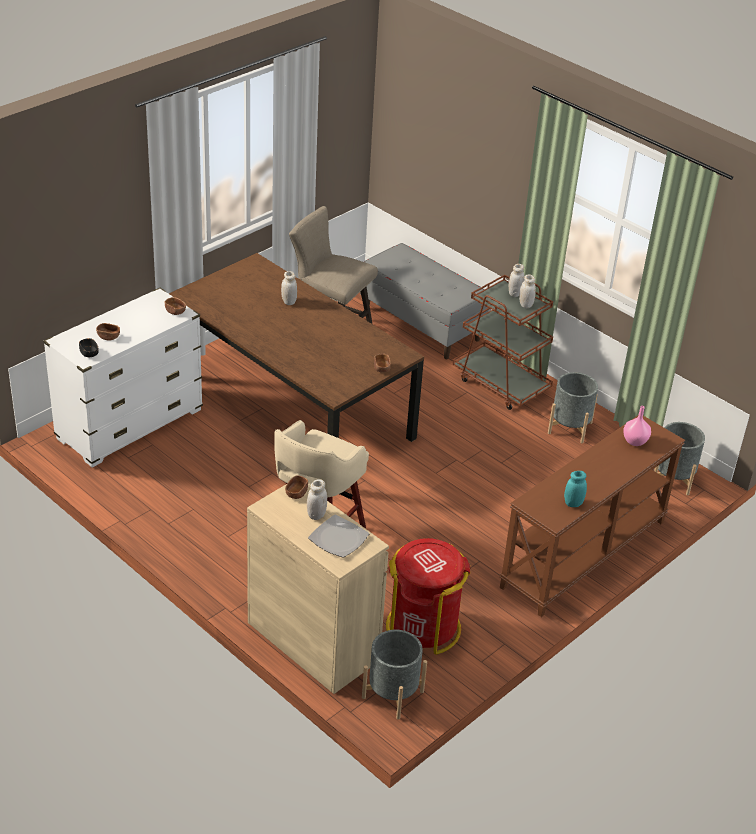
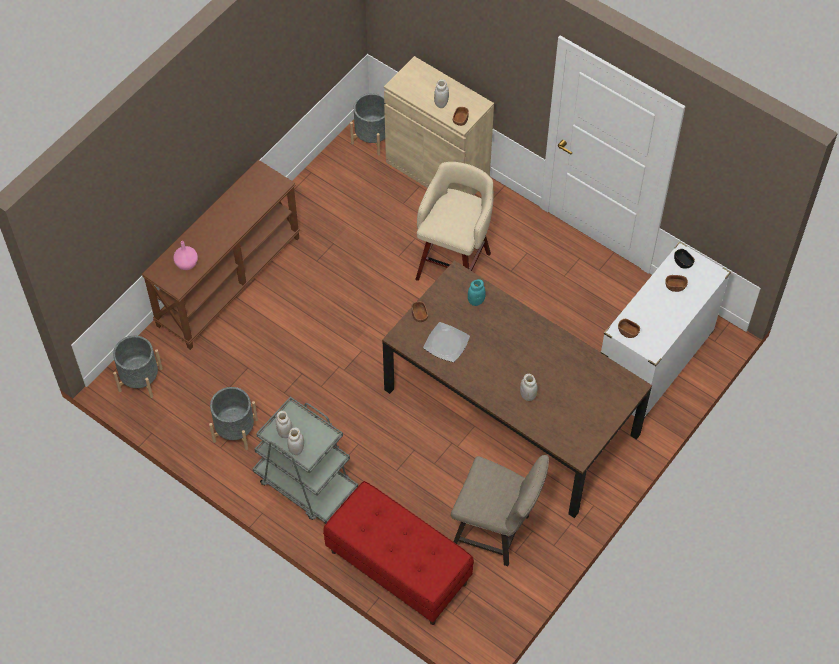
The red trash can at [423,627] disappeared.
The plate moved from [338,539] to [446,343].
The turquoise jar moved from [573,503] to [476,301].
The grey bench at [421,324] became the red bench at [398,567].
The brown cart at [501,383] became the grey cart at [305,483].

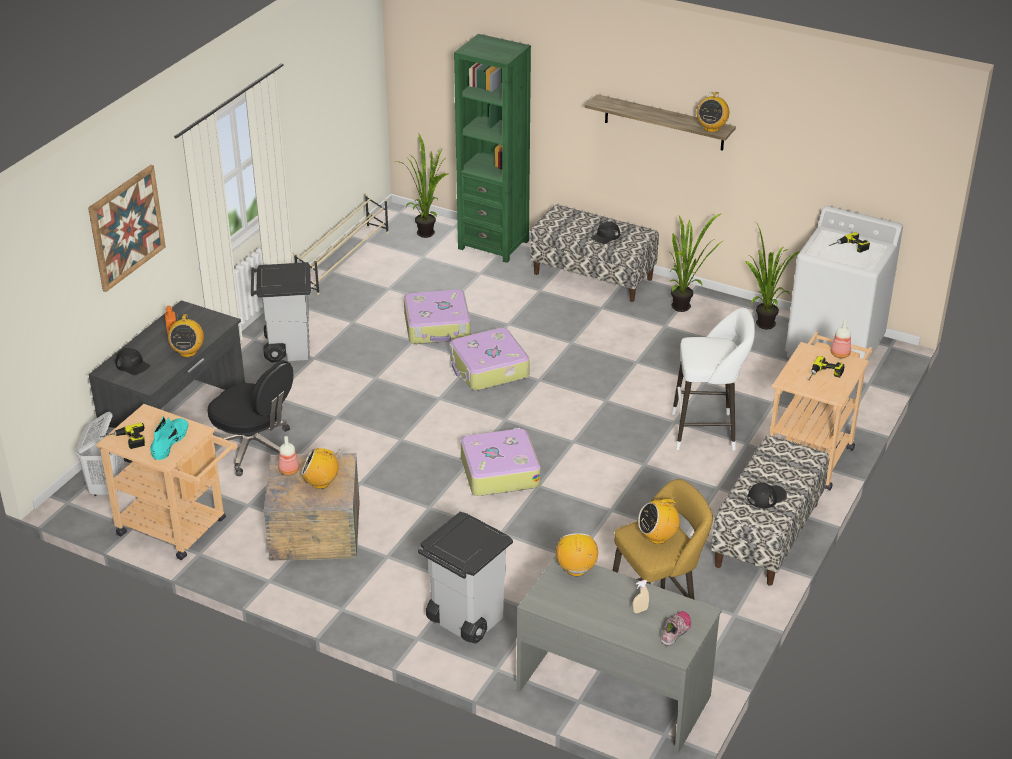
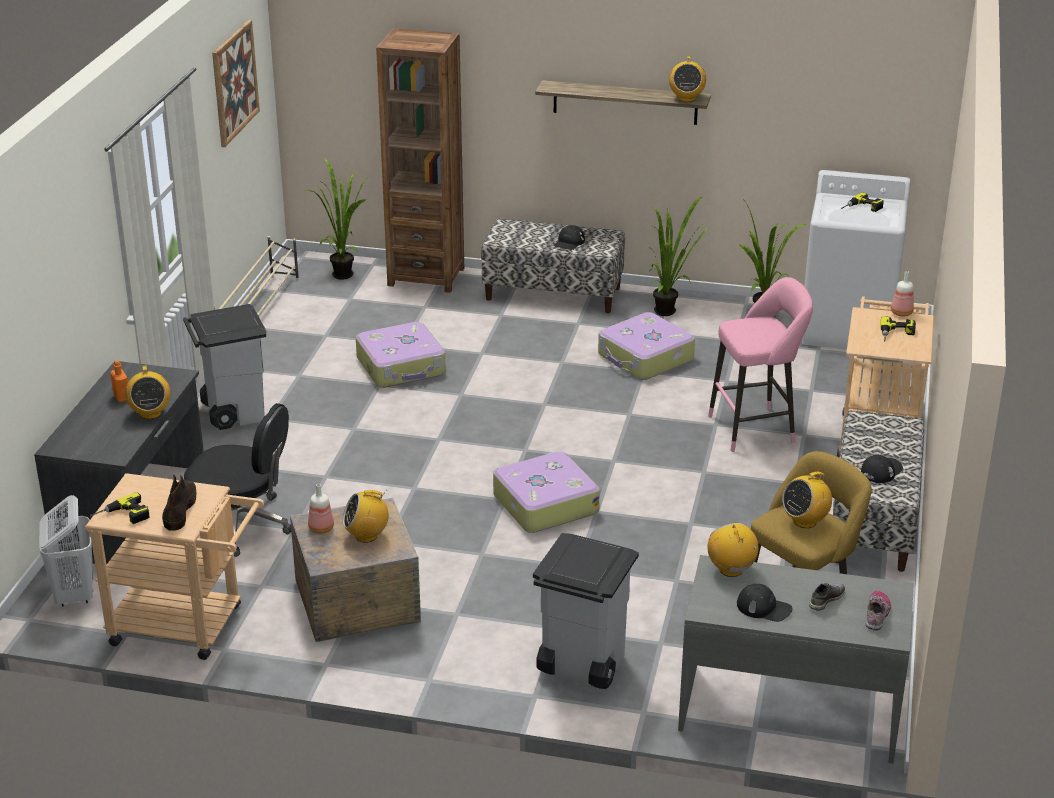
The picture moved from [126,227] to [235,82].
The black cap moved from [133,365] to [764,608].
The suitcase moved from [488,369] to [645,358].
The beige spray bottle at [640,610] was replaced by the grey shoe at [825,599].
The turquoise boot at [170,441] became the brown boot at [180,509].
The green bookcase at [493,244] became the brown bookcase at [426,277].
The white stool at [708,431] became the pink stool at [756,428].

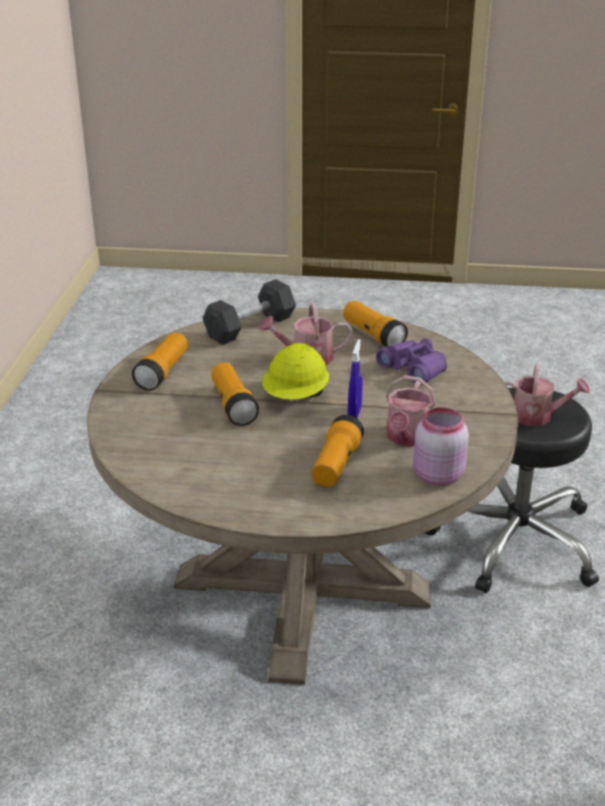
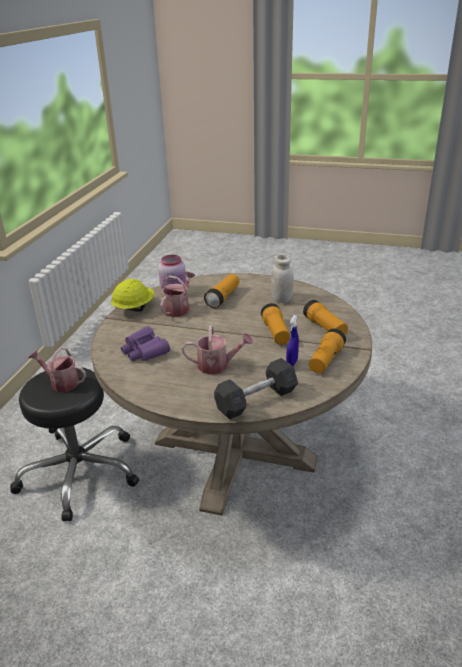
The white jar at [281,299] appeared.
The yellow hard hat moved from [296,397] to [134,308].
The flashlight moved from [373,336] to [325,328].
The blue spray bottle moved from [354,413] to [292,364].

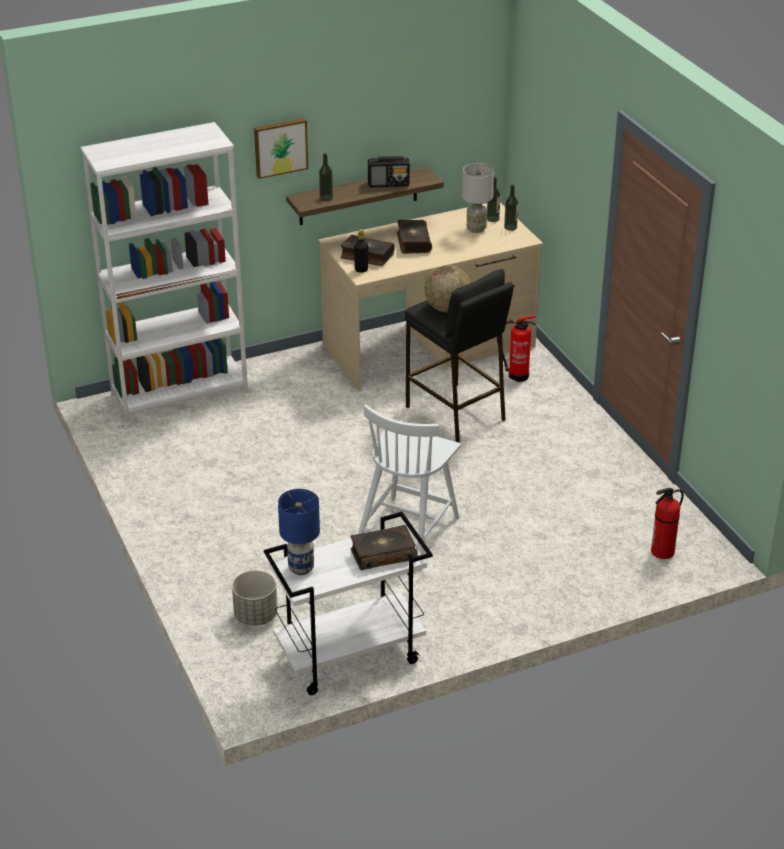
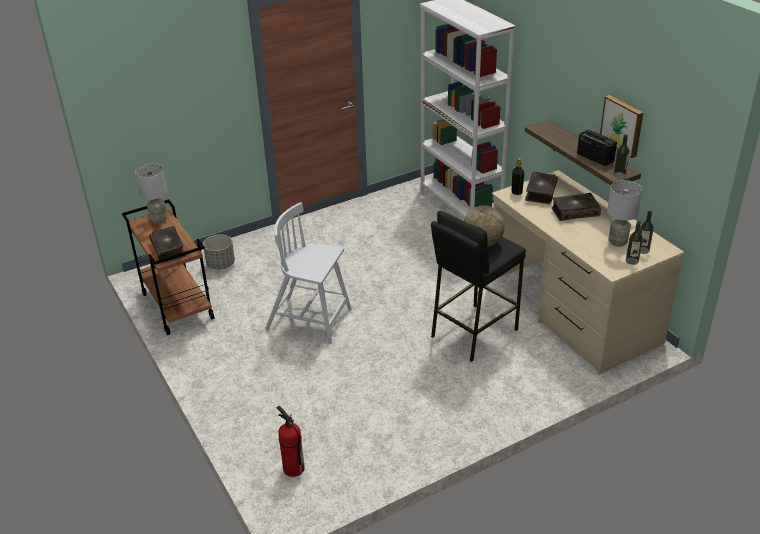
The fire extinguisher at [516,375] disappeared.
The picture moved from [280,147] to [622,125].
The bottle moved from [326,198] to [619,175].
The white cart at [349,657] became the brown cart at [176,306].
The blue table lamp at [301,568] became the grey table lamp at [159,220].
The radio at [389,184] turned 150 degrees clockwise.

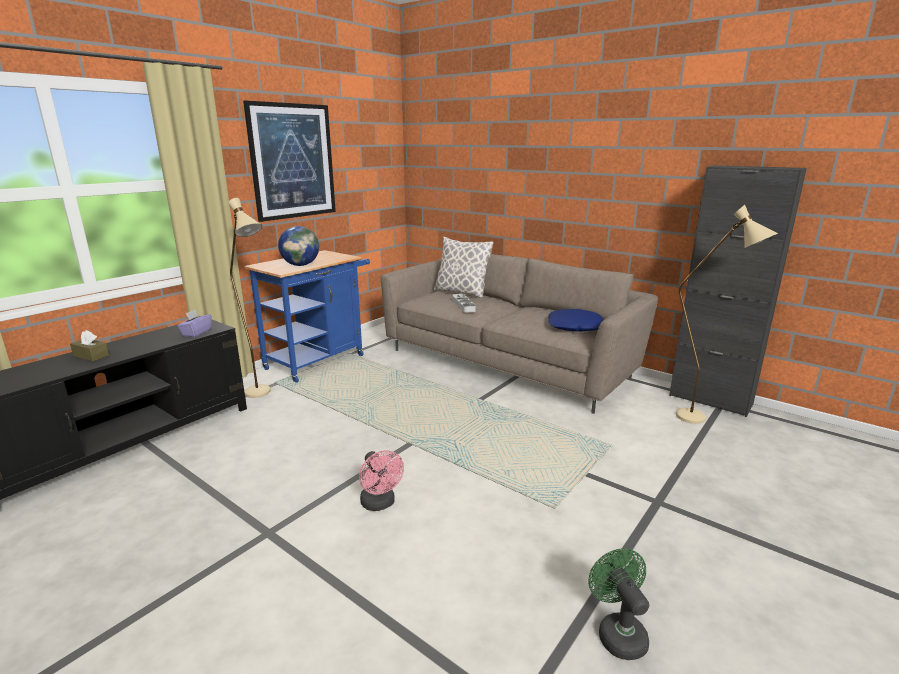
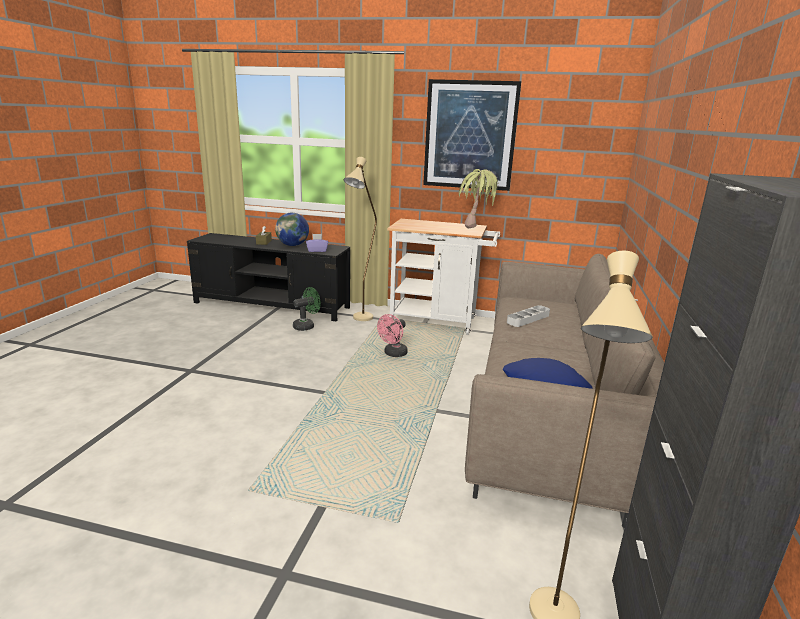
The pillow at [461,292] disappeared.
The potted plant at [475,230] appeared.
The globe moved from [300,265] to [293,245].
The pink fan moved from [380,504] to [393,354].
The green fan moved from [618,632] to [306,326].
The blue cart at [319,360] became the white cart at [439,321].

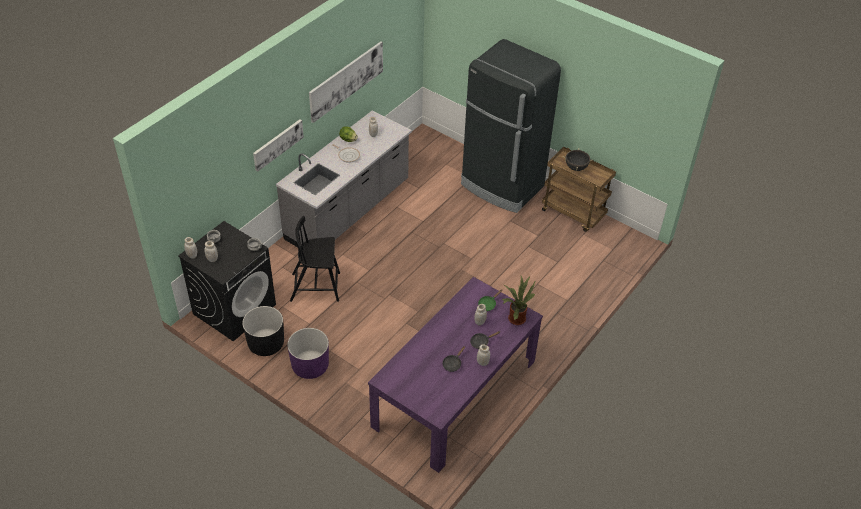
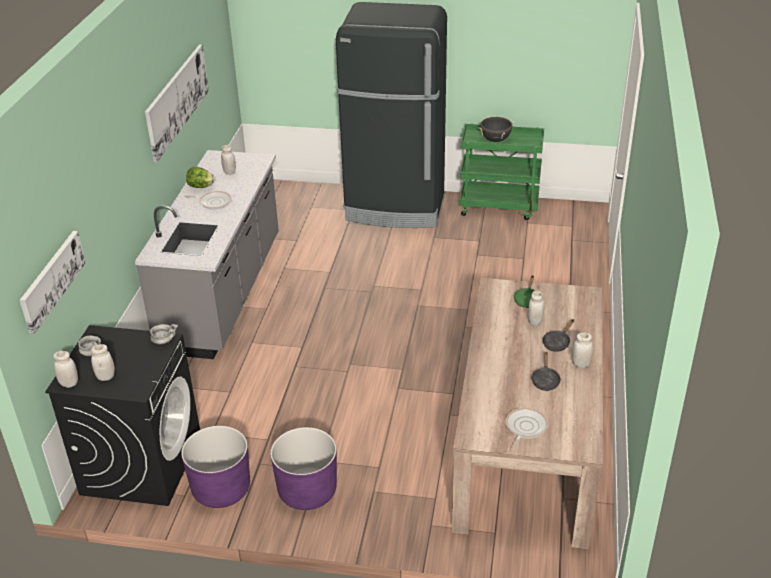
The black chair at [316,287] disappeared.
The potted plant at [515,318] disappeared.
The frying pan at [525,428] appeared.
The picture moved from [277,144] to [51,280].
The black planter at [266,344] became the purple planter at [221,489].
The purple dining table at [455,393] became the beige dining table at [527,443].
The brown cart at [574,213] became the green cart at [499,207].

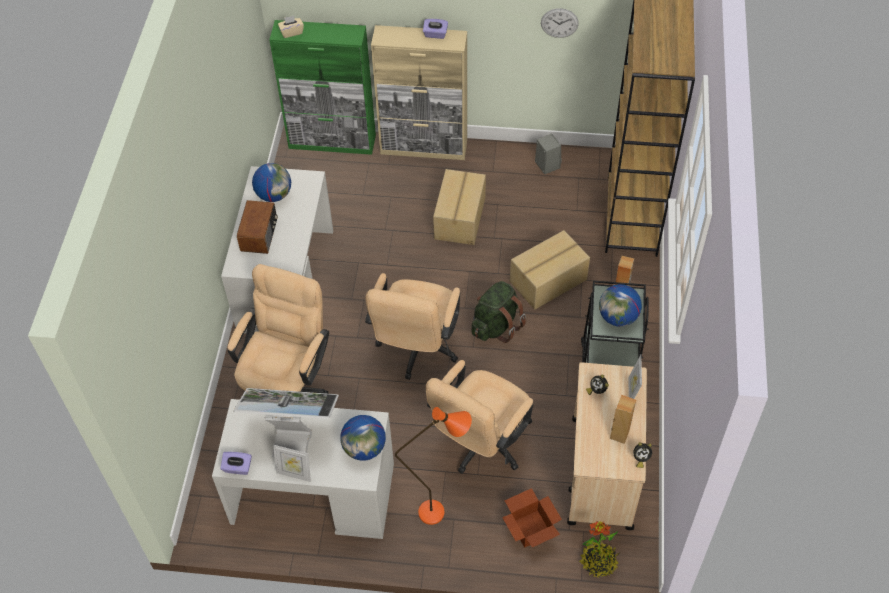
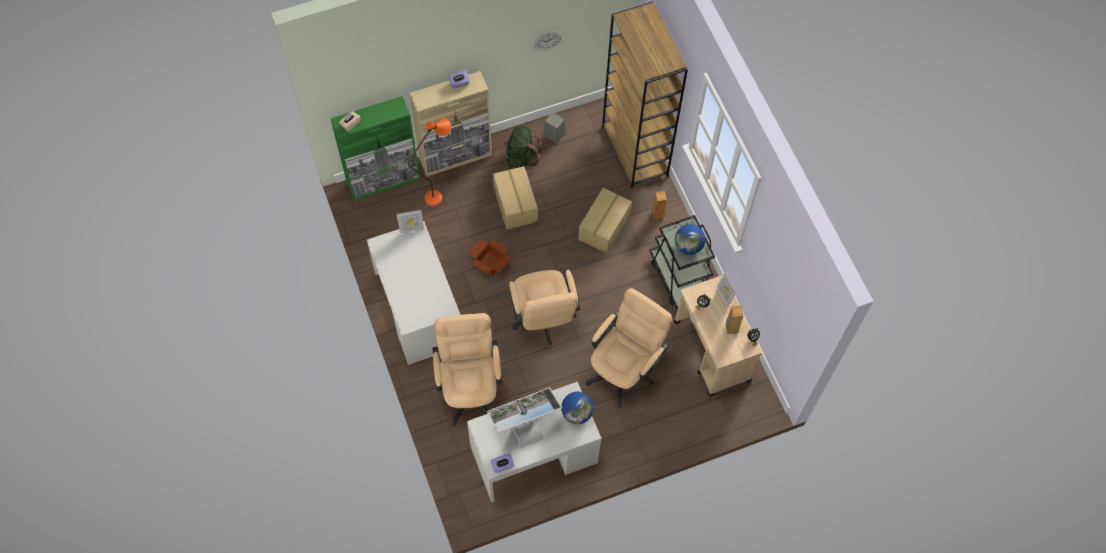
The radio at [260,235] disappeared.
The globe at [274,195] disappeared.
The potted plant at [598,562] disappeared.
The picture frame moved from [294,474] to [411,228].
The orange floor lamp moved from [441,511] to [439,195].
The green backpack moved from [496,326] to [521,157].
The cardboard box moved from [531,527] to [490,262].
The beige office chair at [481,444] turned 150 degrees counterclockwise.

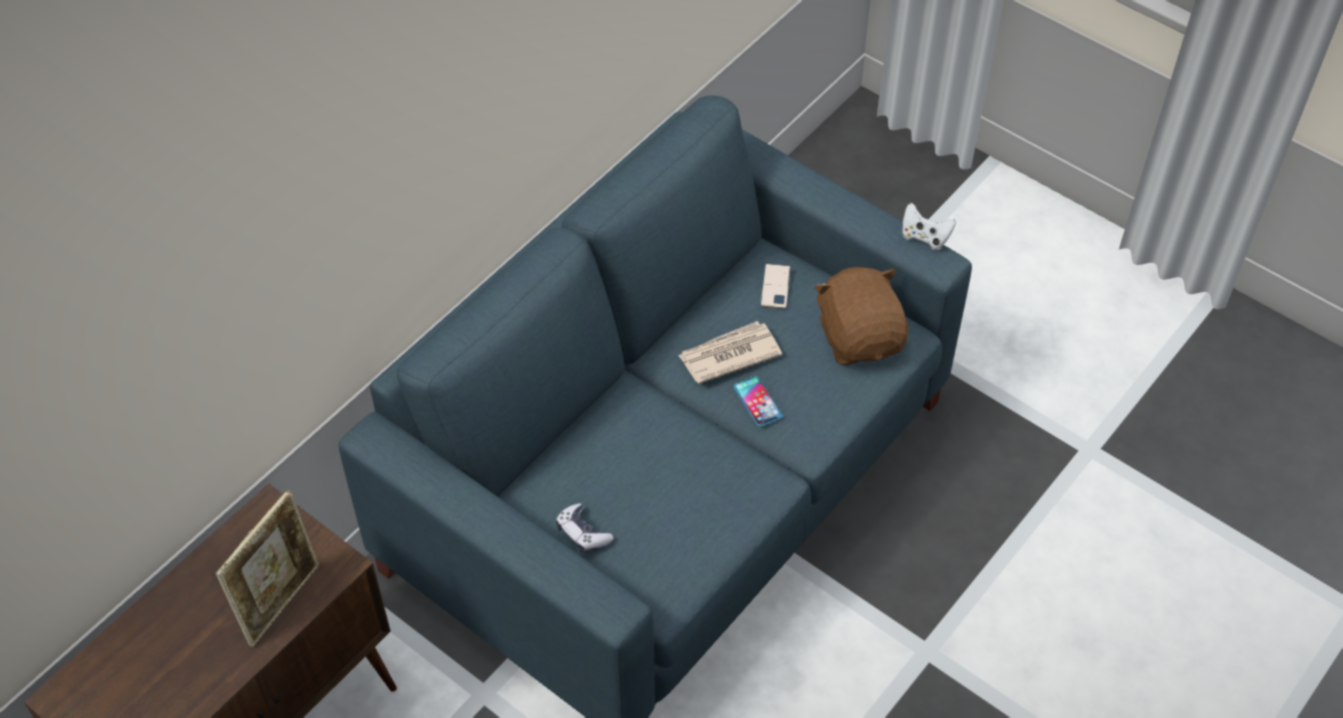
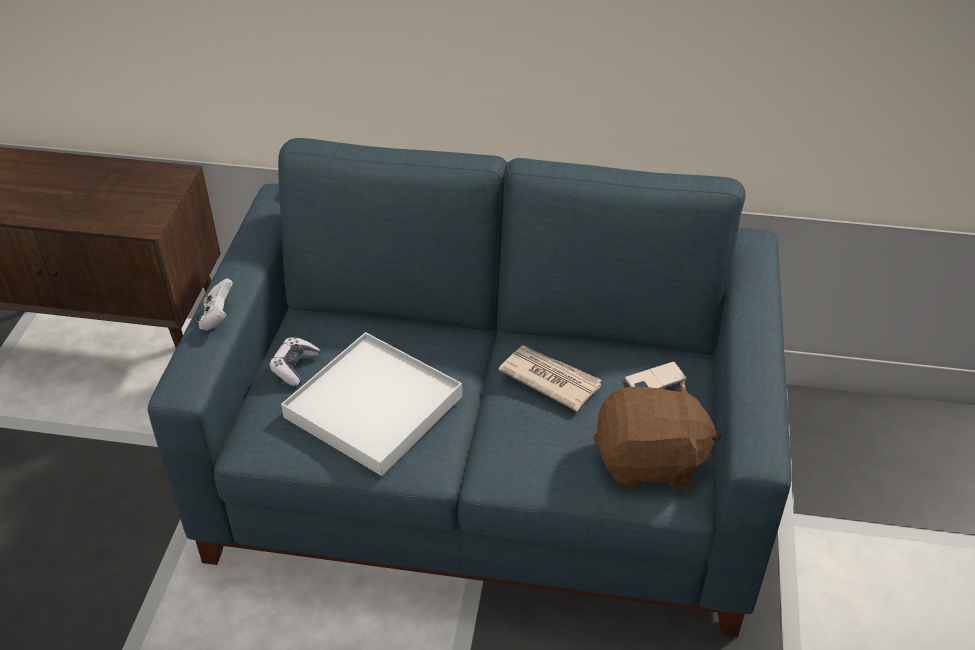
The picture frame at [281,601] disappeared.
The phone at [758,402] disappeared.
The white tray at [374,407] appeared.
The white game controller moved from [924,237] to [217,318].
The brown plush toy at [860,337] turned 45 degrees clockwise.

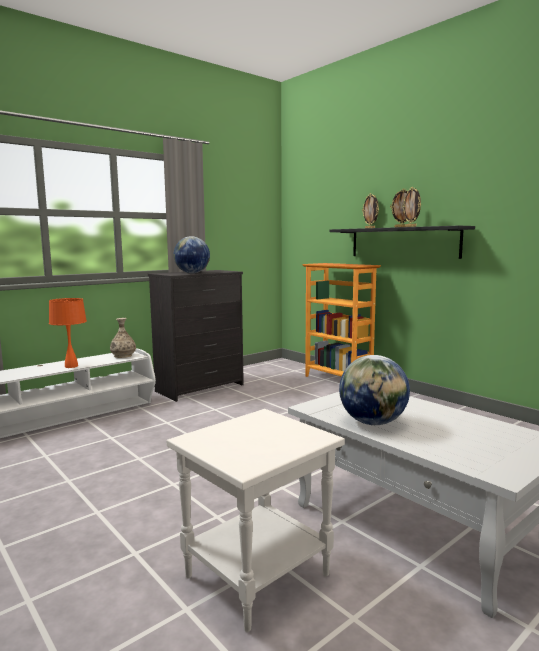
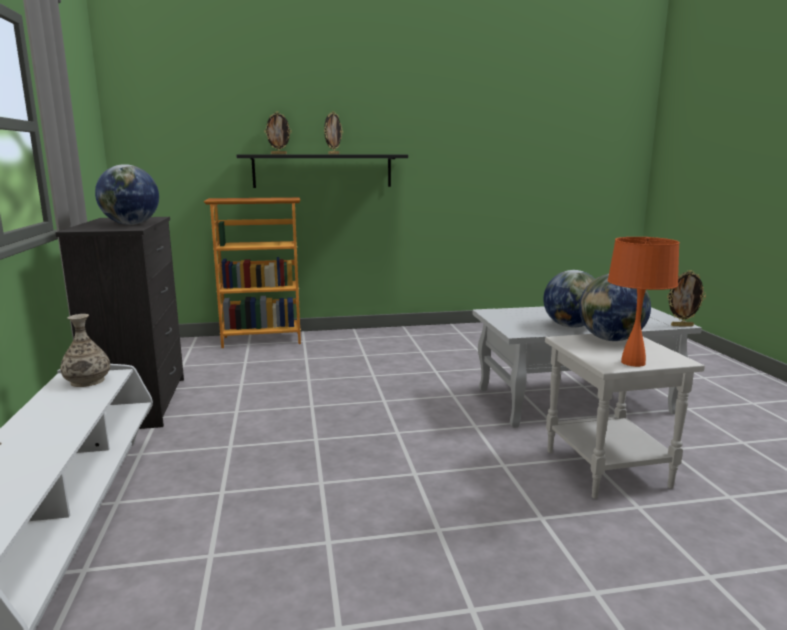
The globe at [611,339] appeared.
The orange table lamp moved from [71,366] to [633,362].
The picture frame moved from [411,226] to [682,325].

